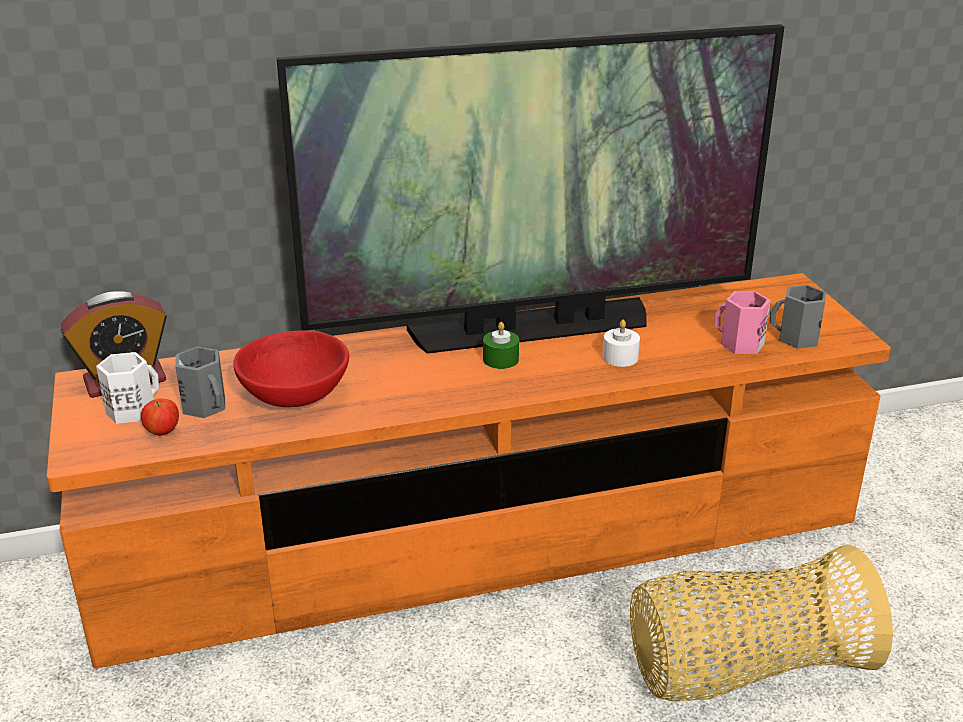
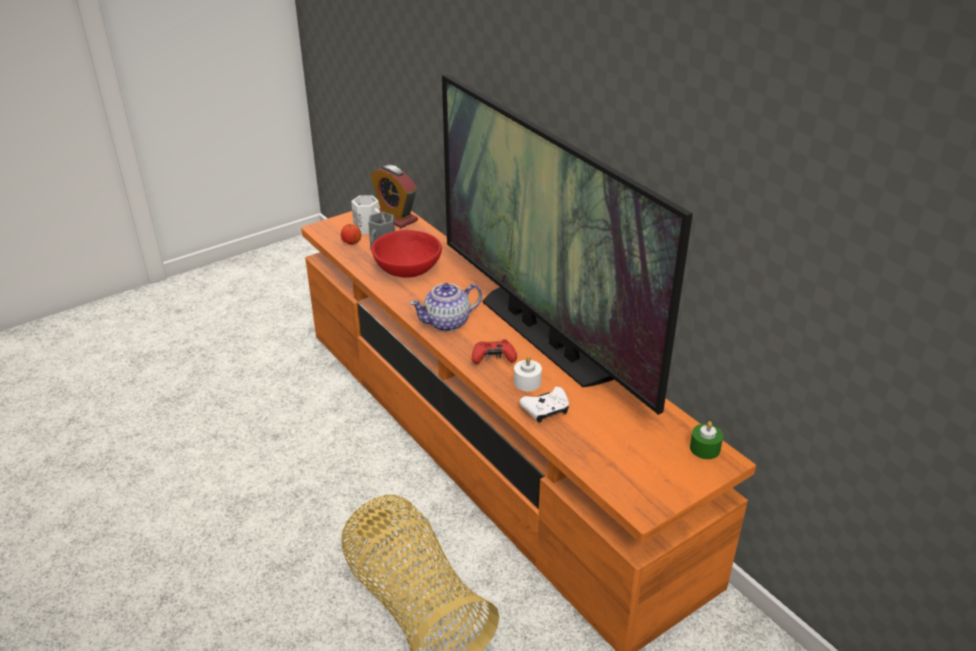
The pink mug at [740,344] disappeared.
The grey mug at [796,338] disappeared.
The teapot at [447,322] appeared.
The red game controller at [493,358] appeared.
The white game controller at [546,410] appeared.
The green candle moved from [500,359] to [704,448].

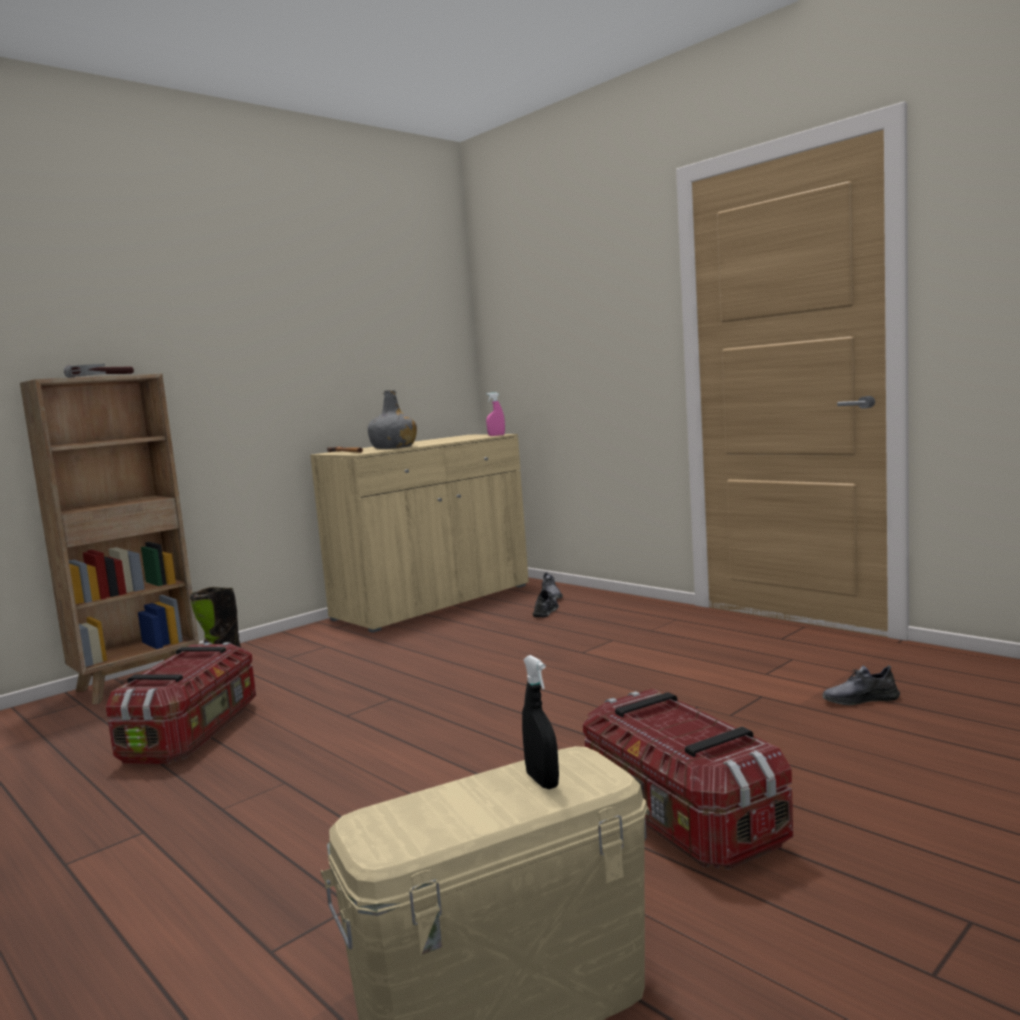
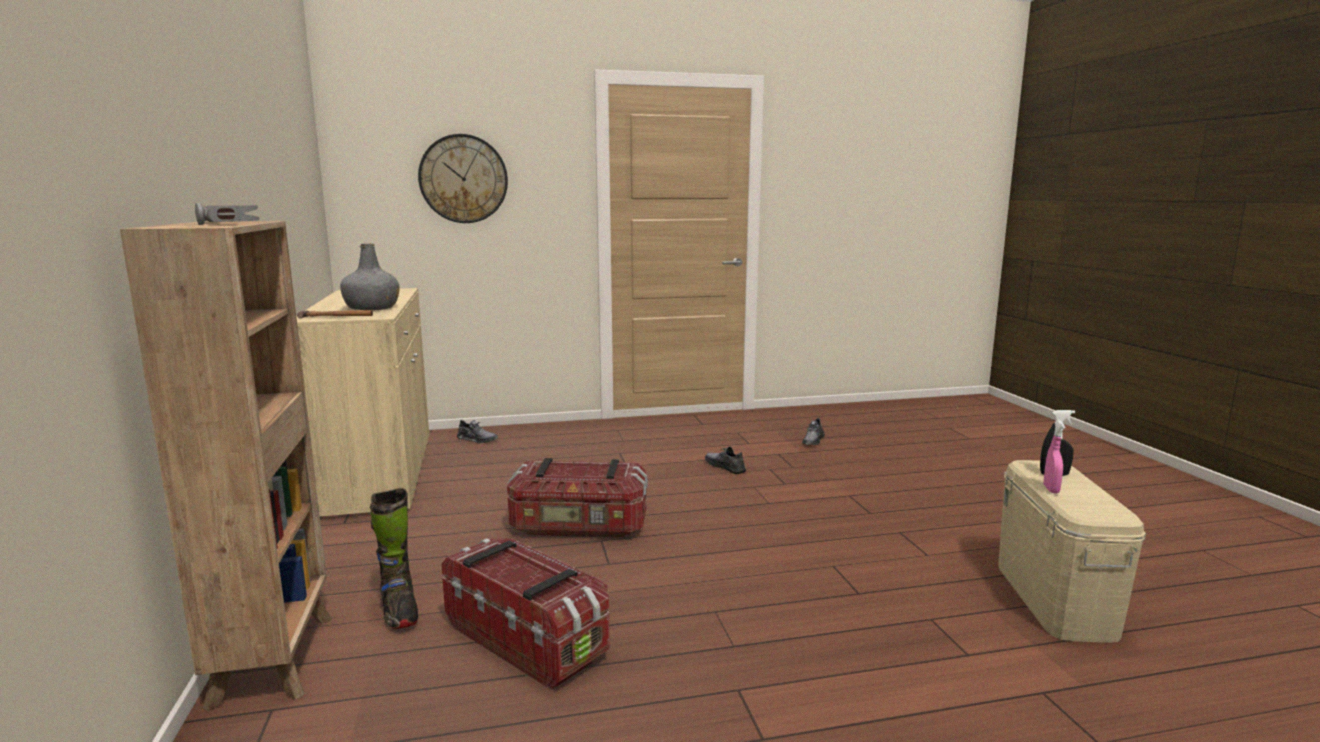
The wall clock at [463,179] appeared.
The pink spray bottle moved from [496,435] to [1051,489].
The grey shoe moved from [546,611] to [725,467].
The storage box moved from [679,818] to [579,526].

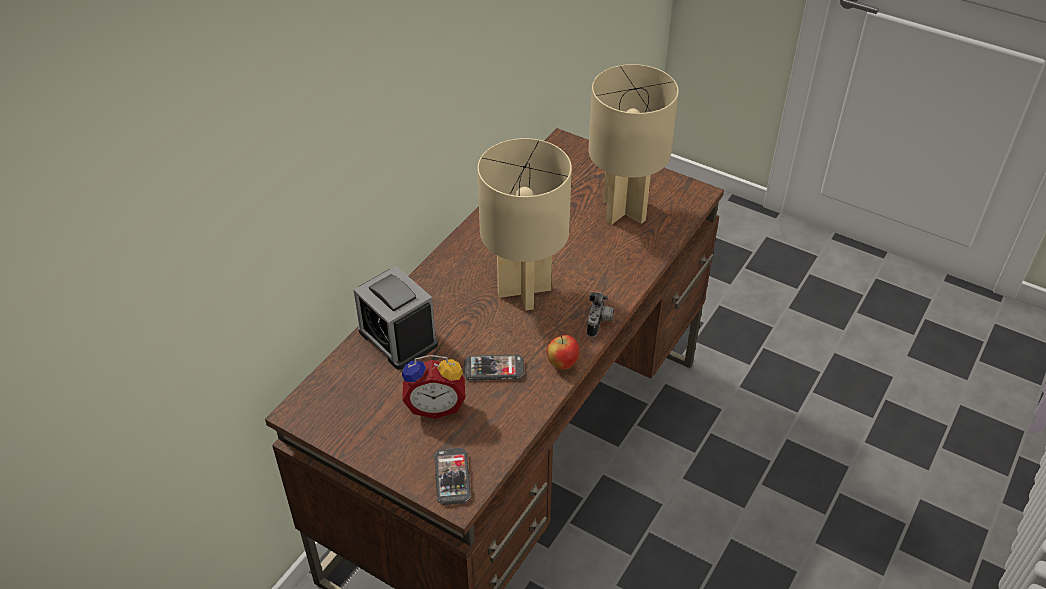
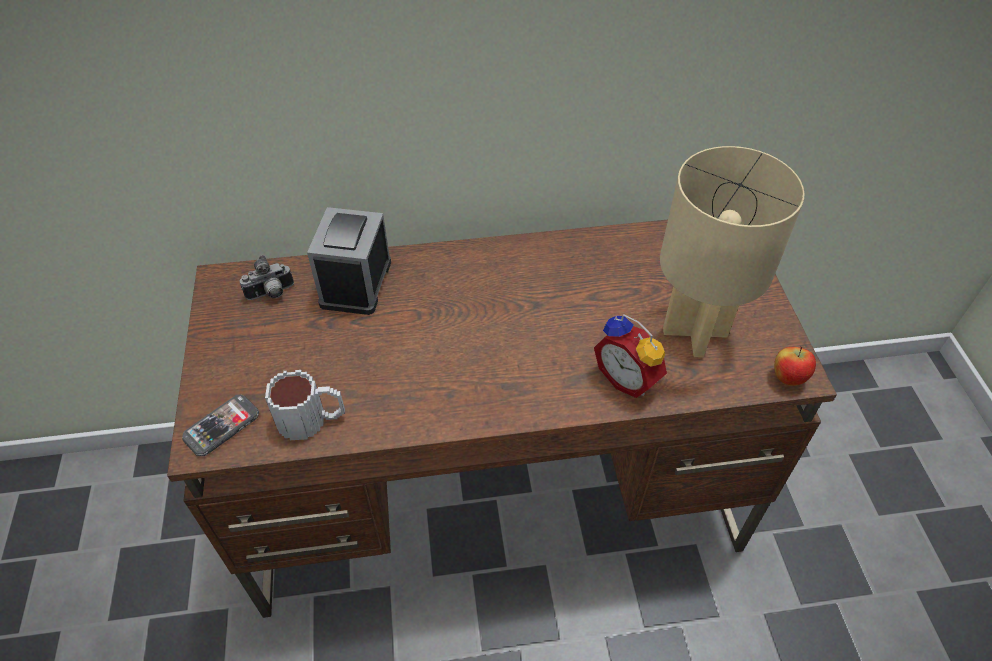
The phone at [494,369] disappeared.
The beige table lamp at [525,292] disappeared.
The mug at [312,419] appeared.
The alarm clock moved from [435,405] to [628,378].
The apple moved from [562,364] to [788,378].
The photo camera moved from [599,323] to [271,294].

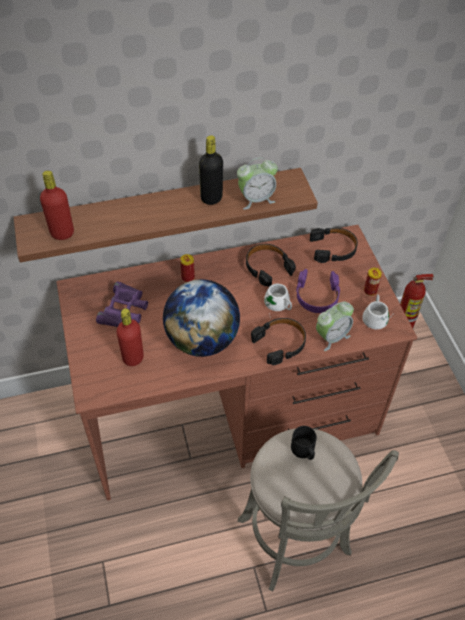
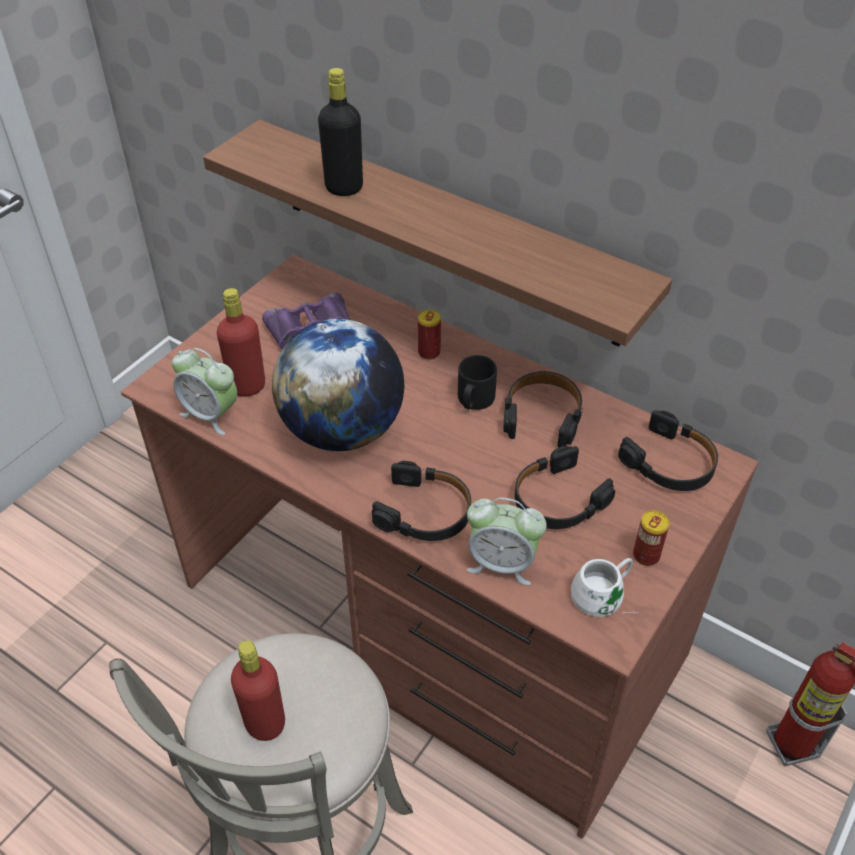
The white mug at [277,306] disappeared.
The red bottle moved from [62,233] to [265,723].
The black bottle moved from [211,198] to [344,188].
The alarm clock moved from [256,199] to [211,414].
The black mug moved from [303,450] to [474,400].
The purple headphones at [317,296] became the black headphones at [557,499].

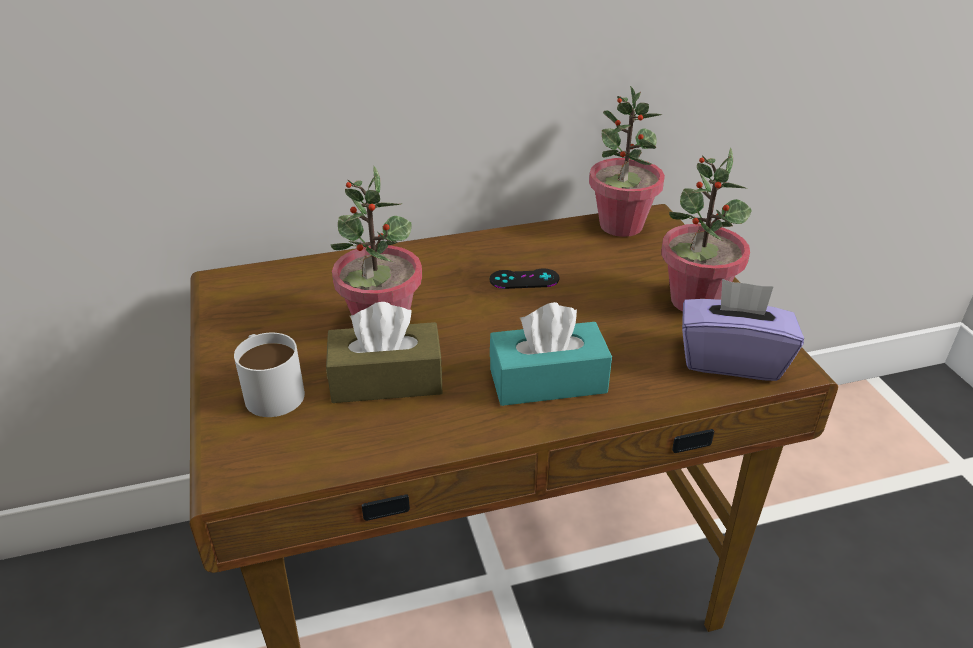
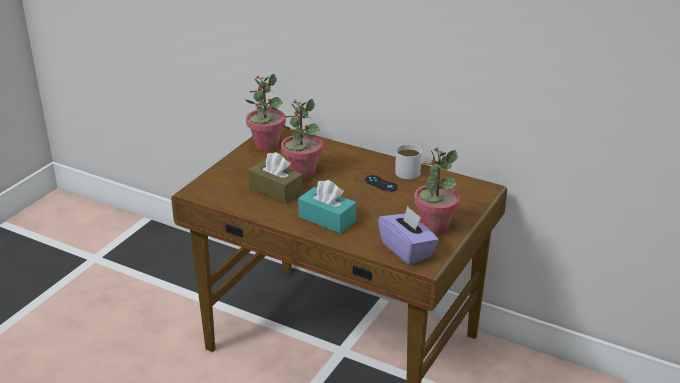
The white mug moved from [270,389] to [409,169].
The potted plant moved from [620,226] to [266,145].

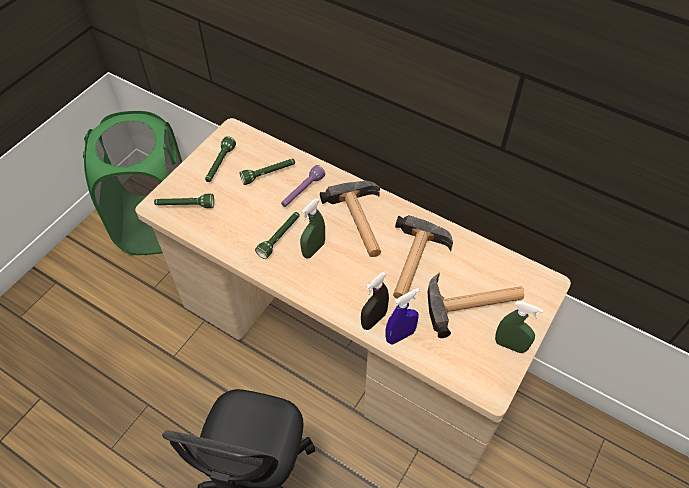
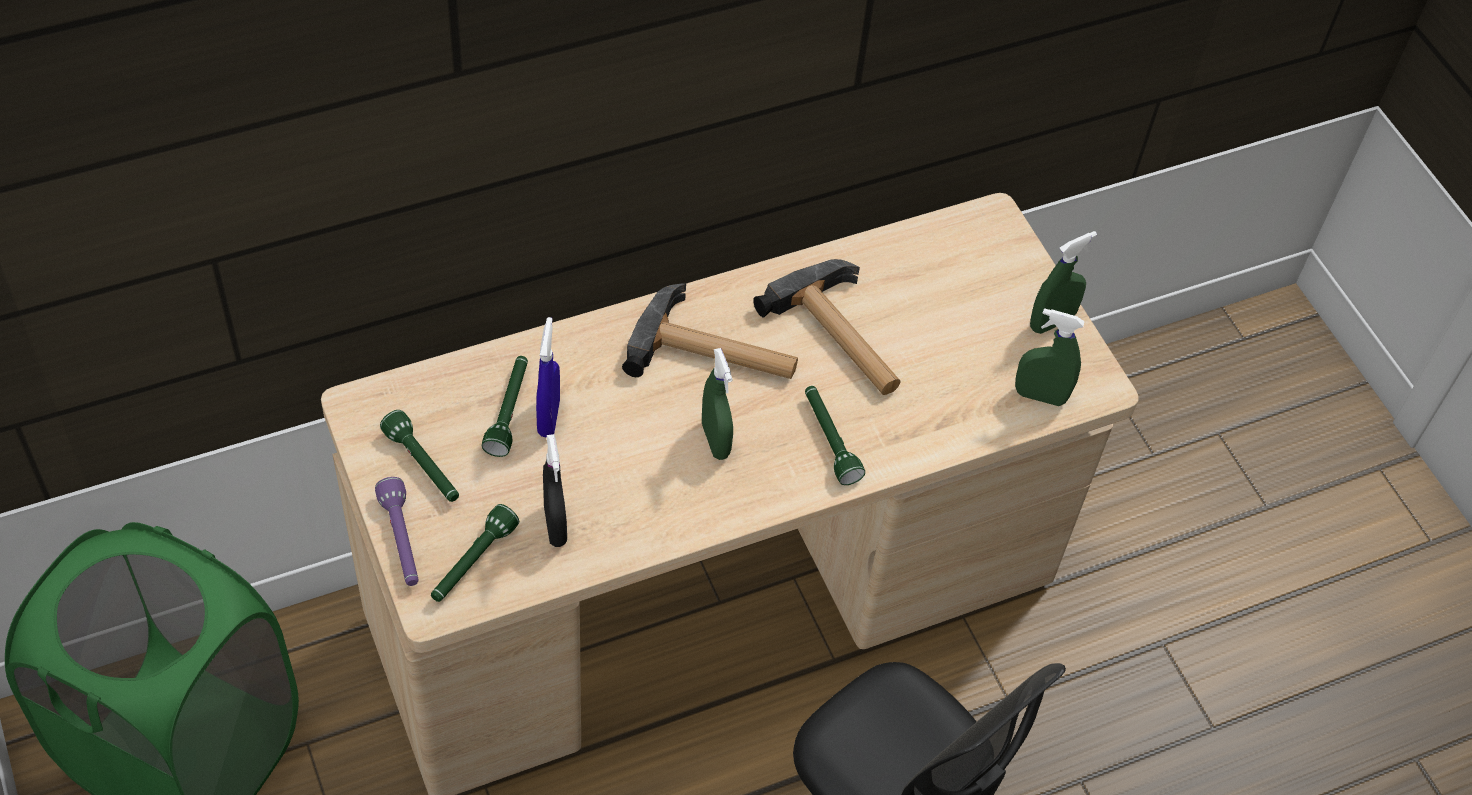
The hammer at [474,303] disappeared.
The green spray bottle at [1040,396] appeared.
The green flashlight moved from [280,237] to [829,440].
The purple flashlight moved from [302,191] to [401,540].
The black spray bottle moved from [373,320] to [555,526].
The blue spray bottle moved from [400,336] to [548,417].

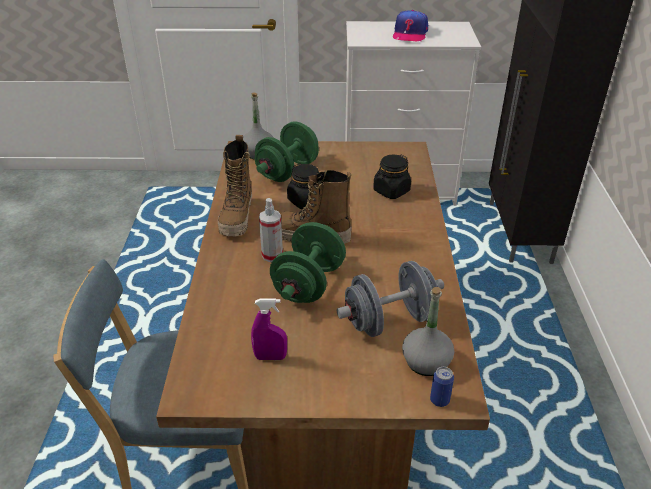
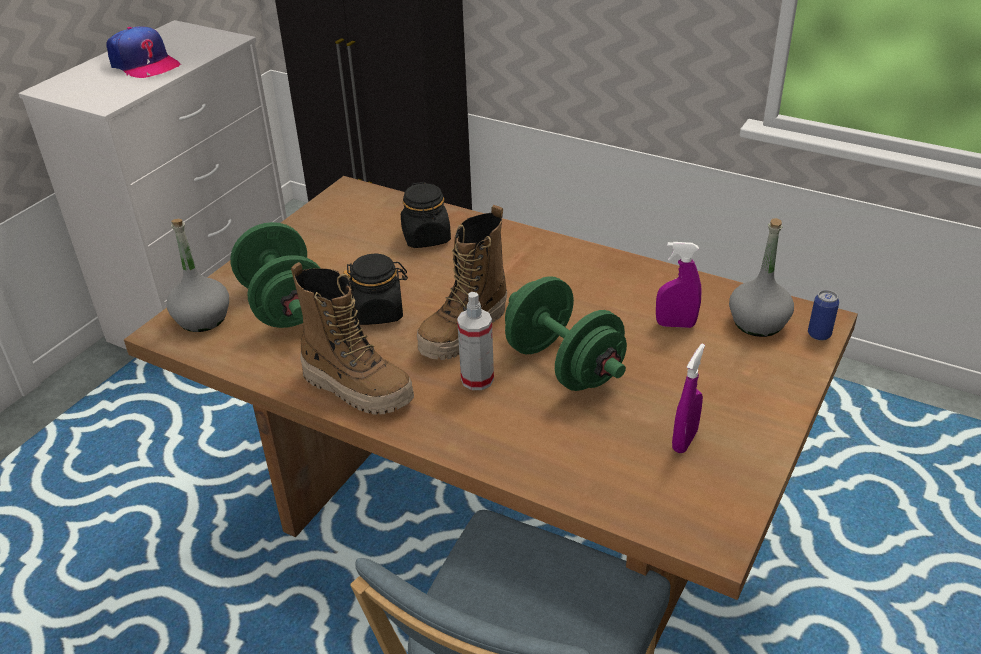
The grey dumbbell at [389,320] was replaced by the purple spray bottle at [675,324].

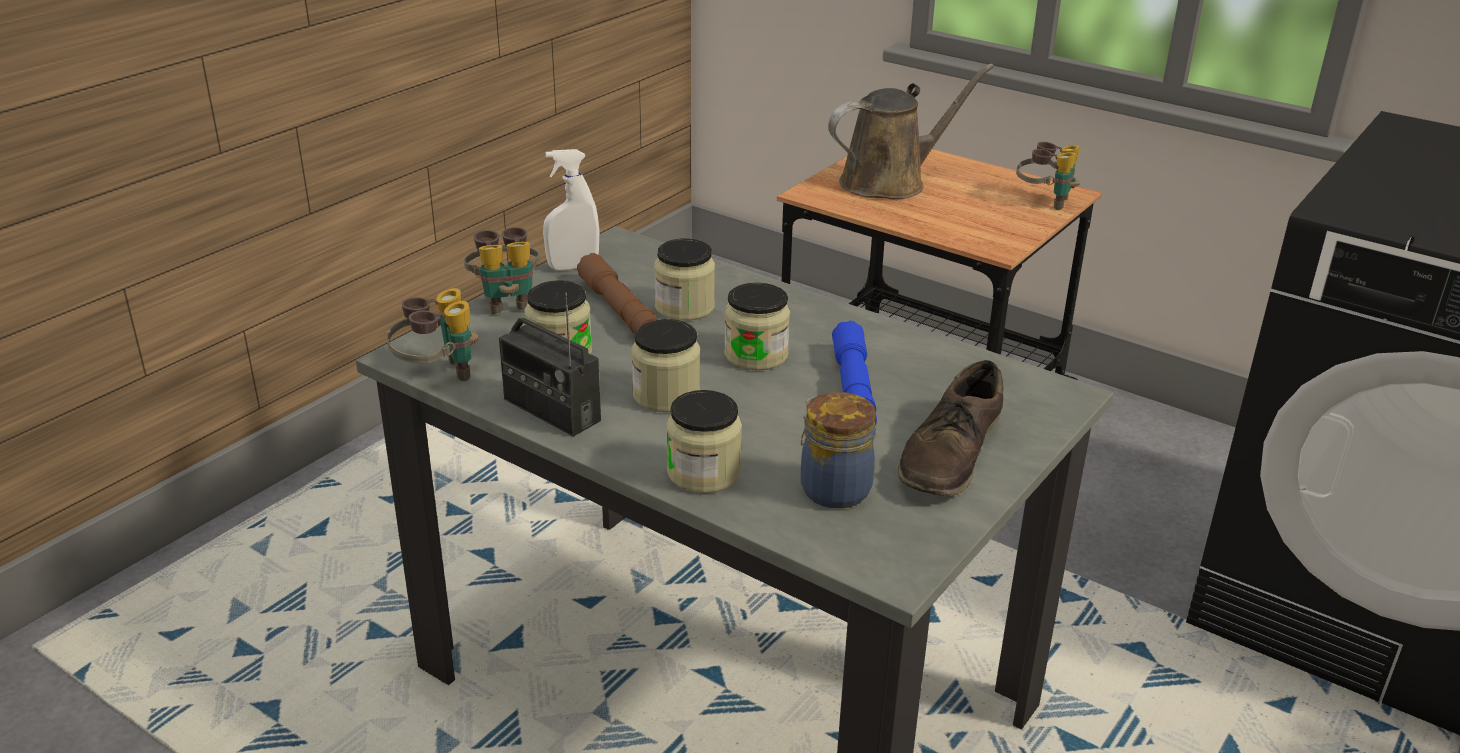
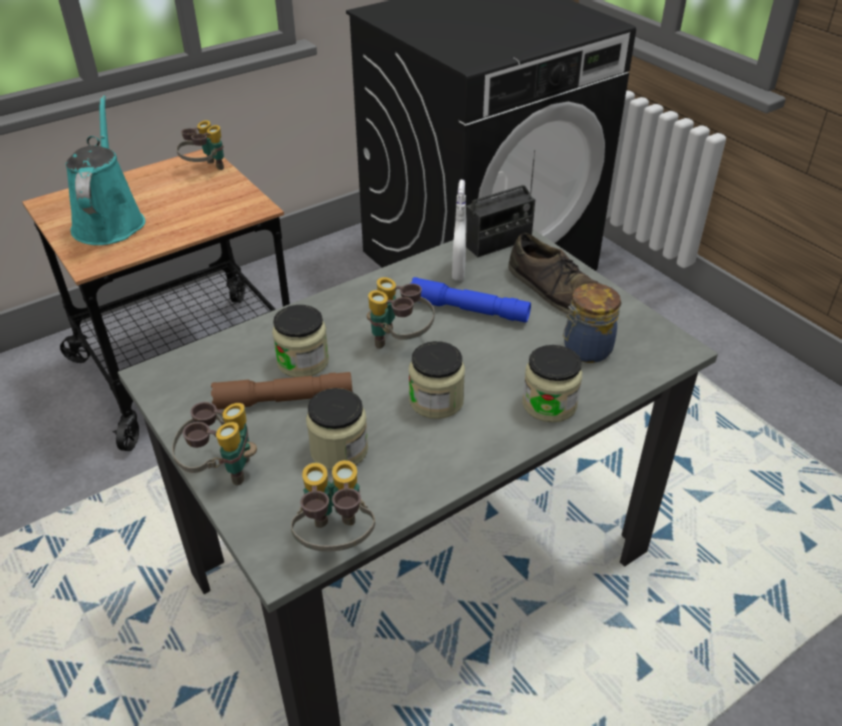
The radio moved from [551,410] to [498,243].
The white spray bottle moved from [573,267] to [458,272].
The jar at [756,355] was replaced by the binoculars at [399,342].
The brown watering can at [890,182] became the turquoise watering can at [109,221].

